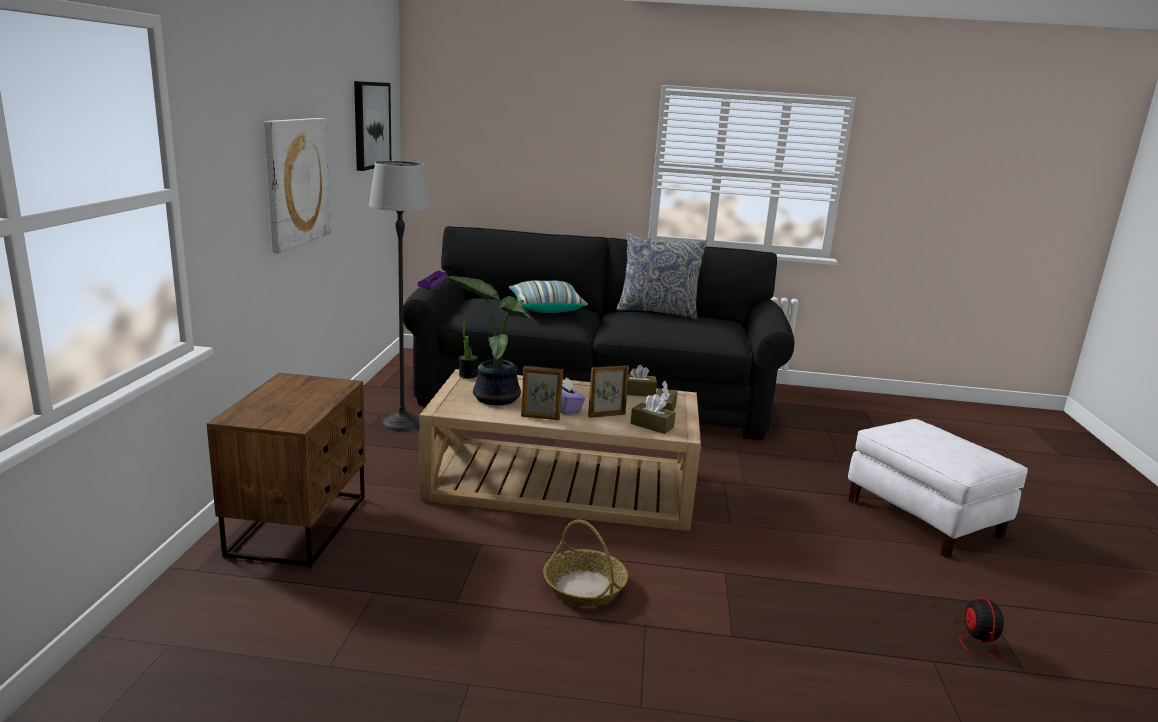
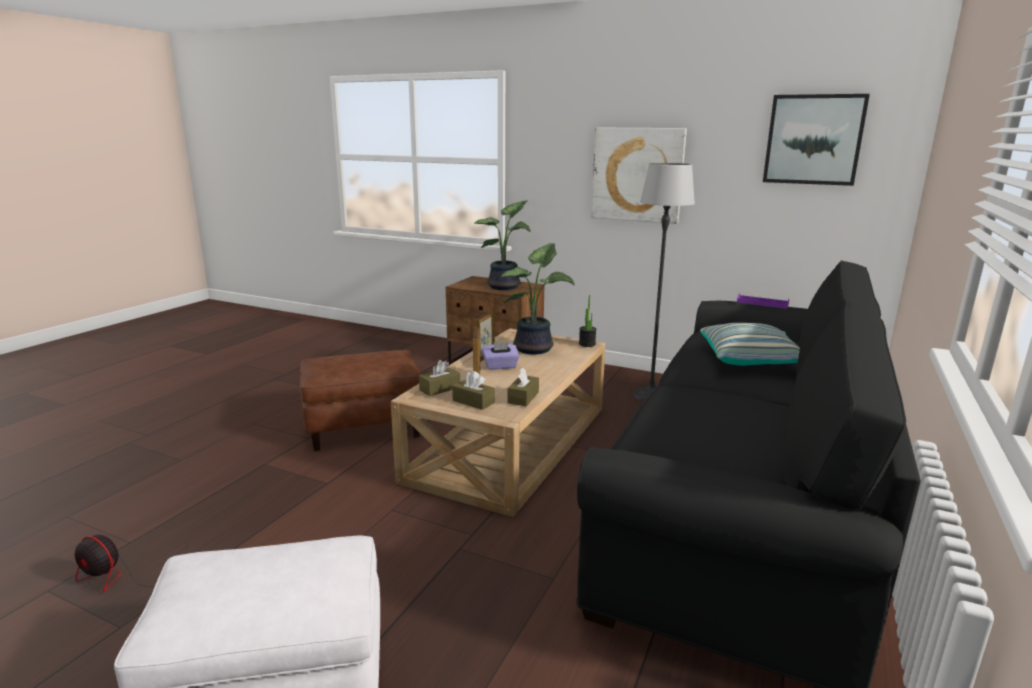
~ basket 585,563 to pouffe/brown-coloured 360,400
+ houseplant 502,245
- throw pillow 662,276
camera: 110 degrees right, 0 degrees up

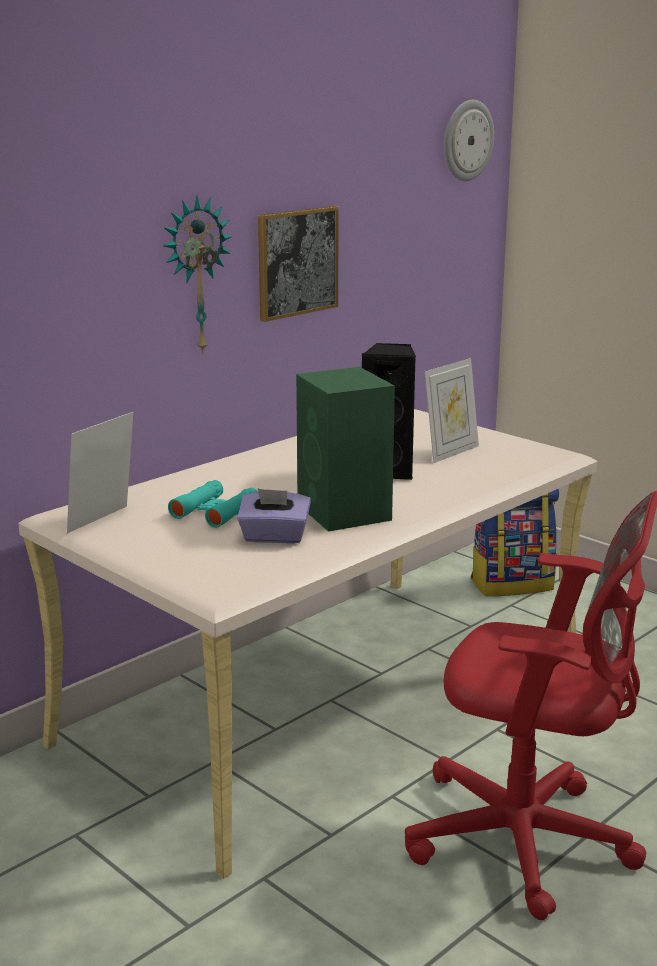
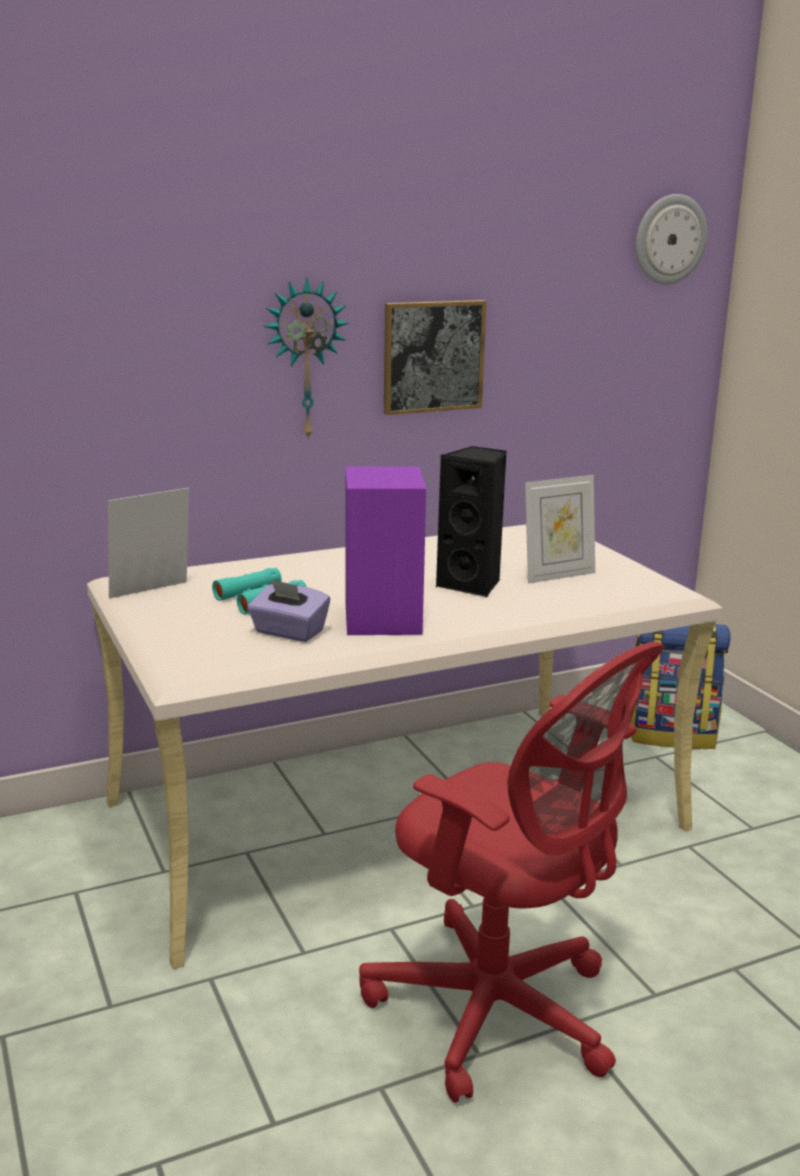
~ loudspeaker/green-coloured 345,449 to loudspeaker/purple 386,551
camera: 20 degrees right, 0 degrees up

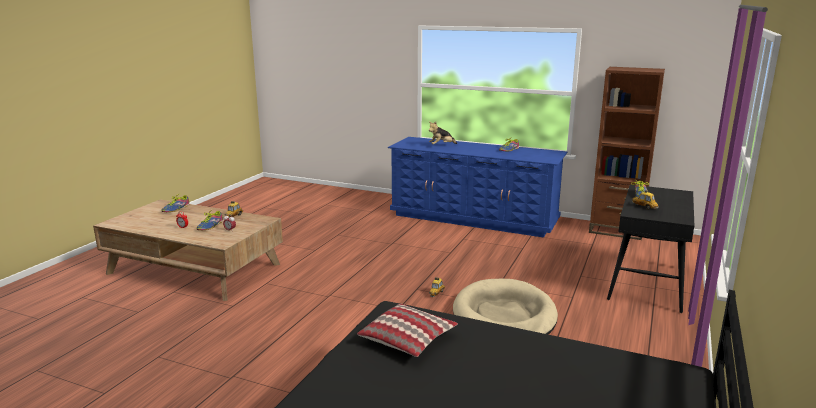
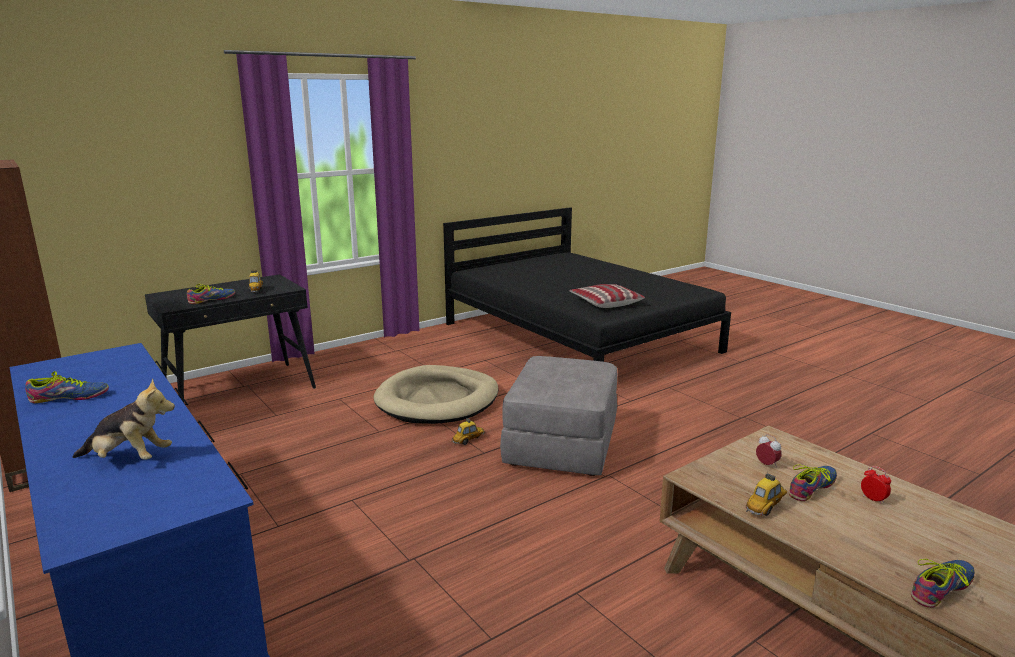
+ pouffe/grey 558,416
camera: 150 degrees left, 0 degrees up

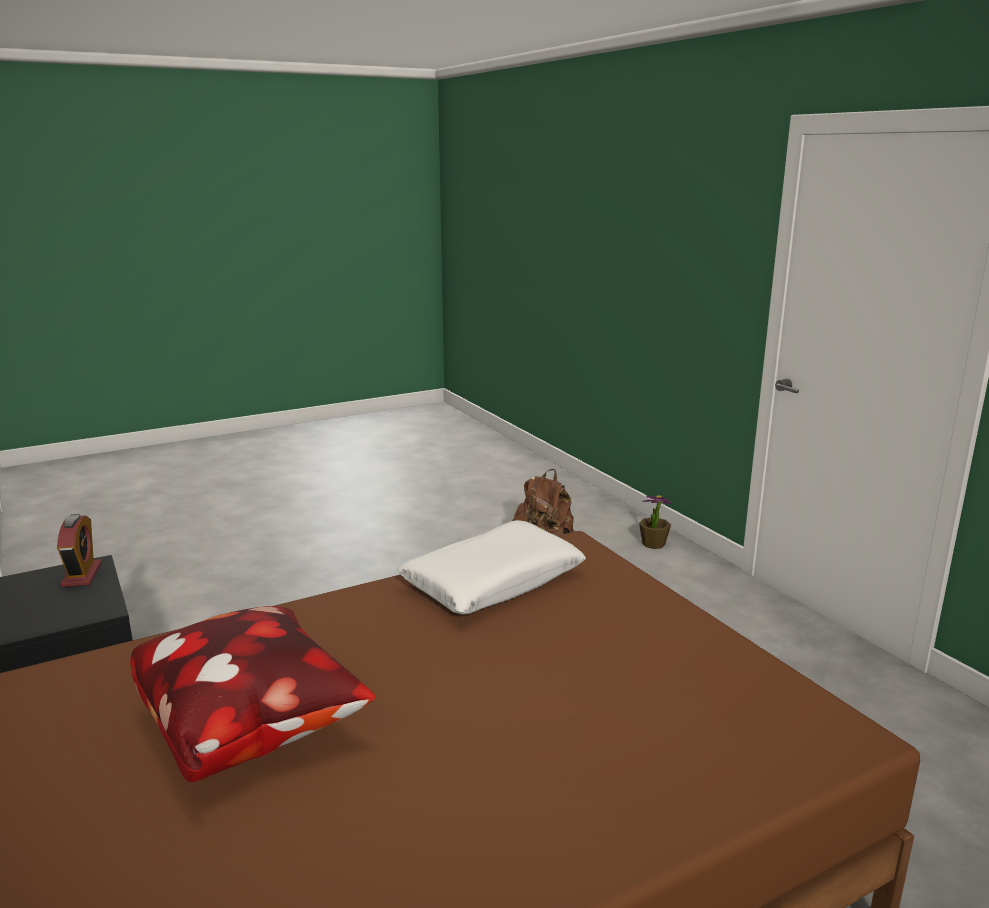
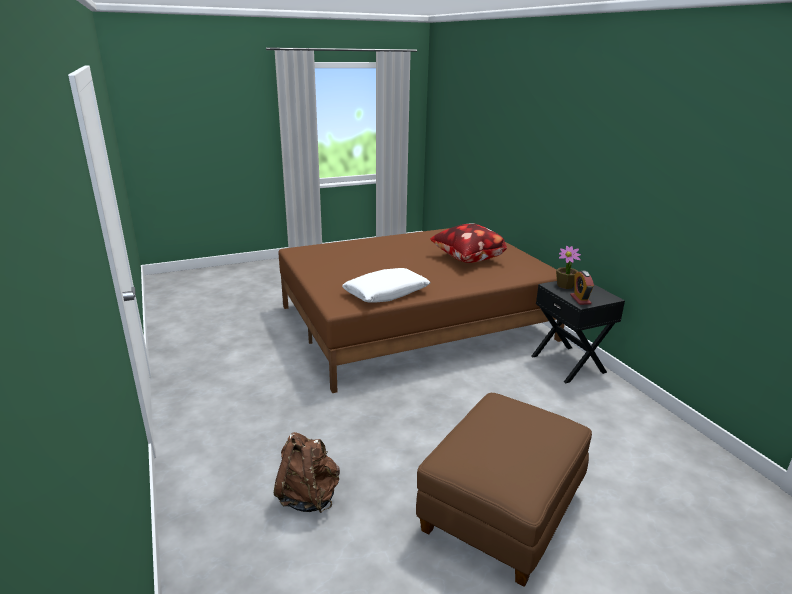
+ pouffe/brown-coloured 504,490
~ houseplant 656,522 to 568,267
camera: 175 degrees left, 5 degrees up

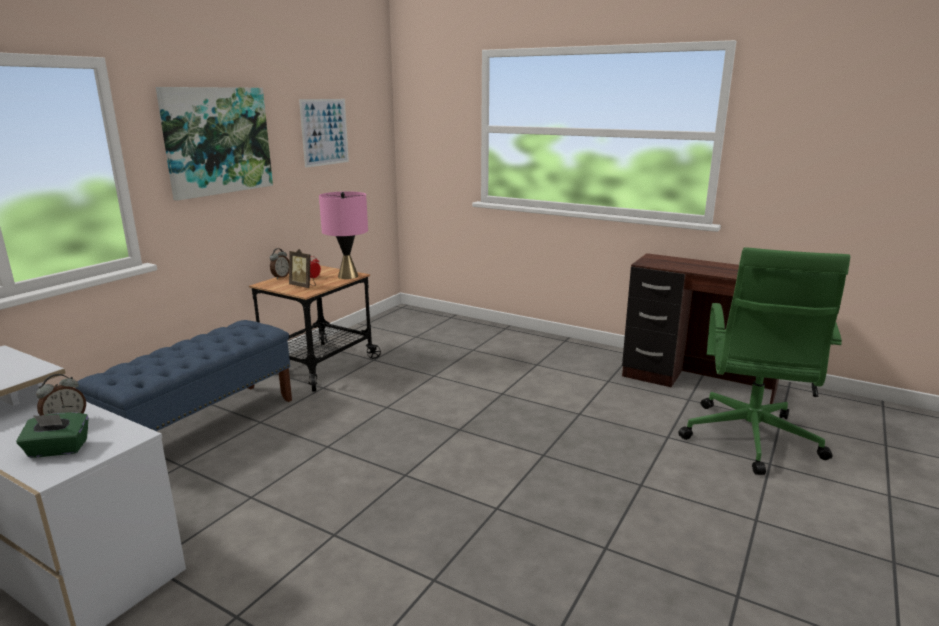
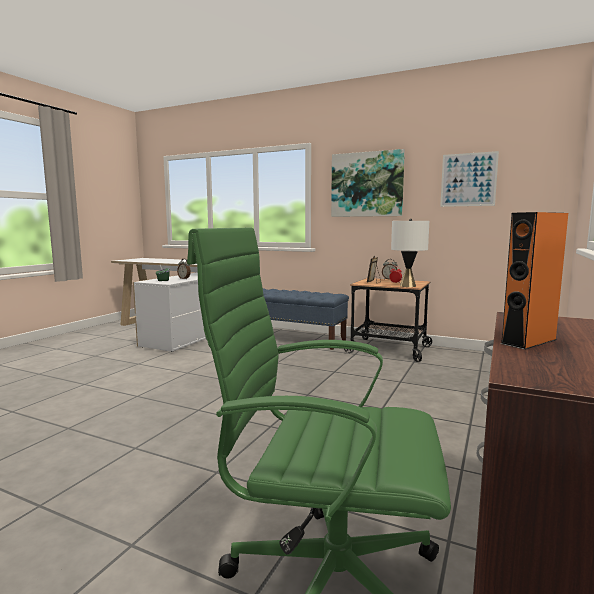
~ table lamp/pinkish 343,235 to table lamp/whitish 410,253
+ loudspeaker/orangey 534,281
camera: 85 degrees right, 10 degrees down

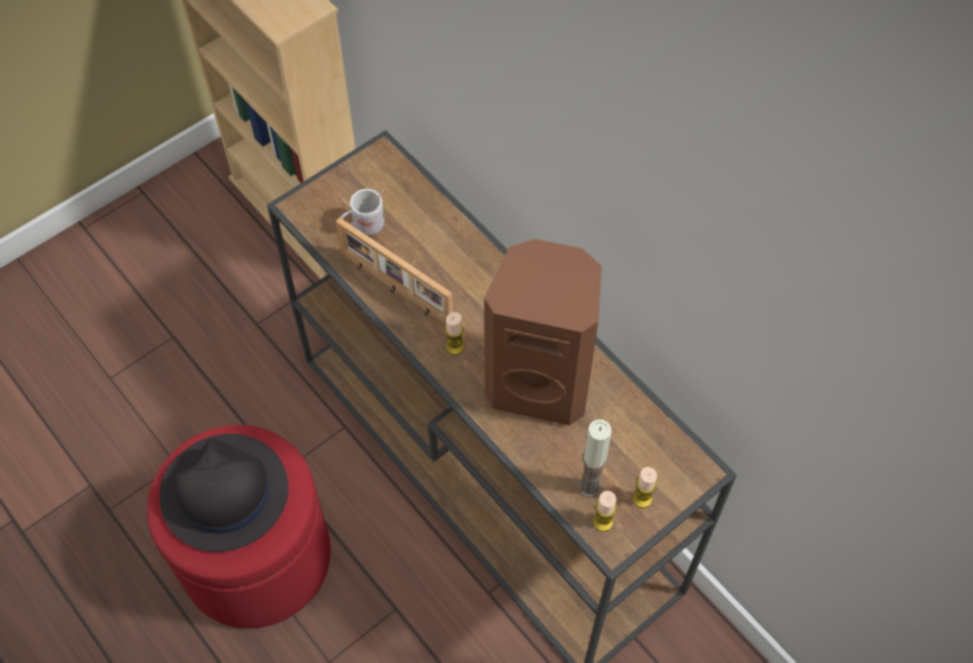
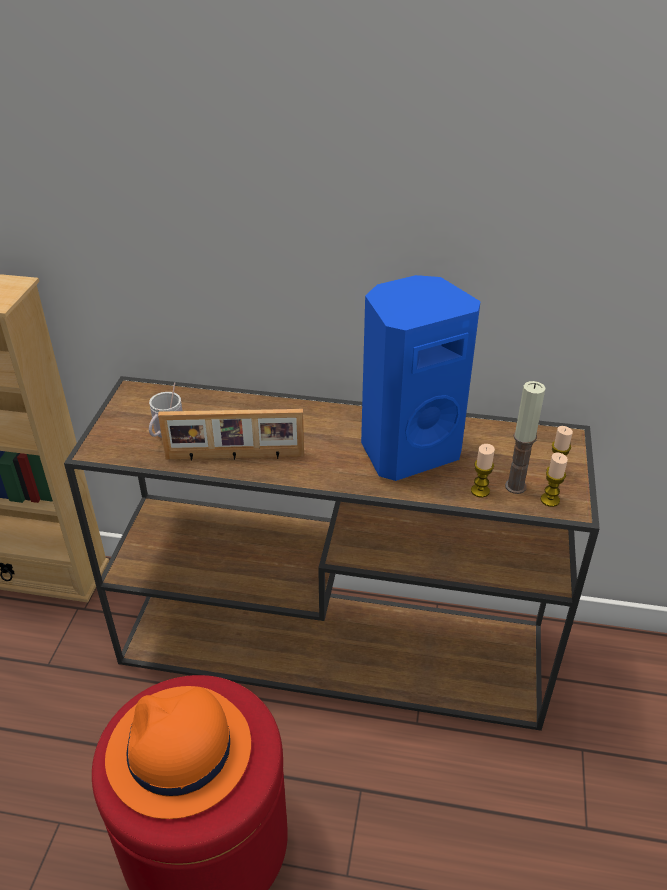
~ hat/black 224,493 to hat/orangey 178,752
~ loudspeaker/brown-coloured 543,332 to loudspeaker/bluish 421,378
~ candle 454,333 to 483,470
camera: 40 degrees left, 20 degrees down

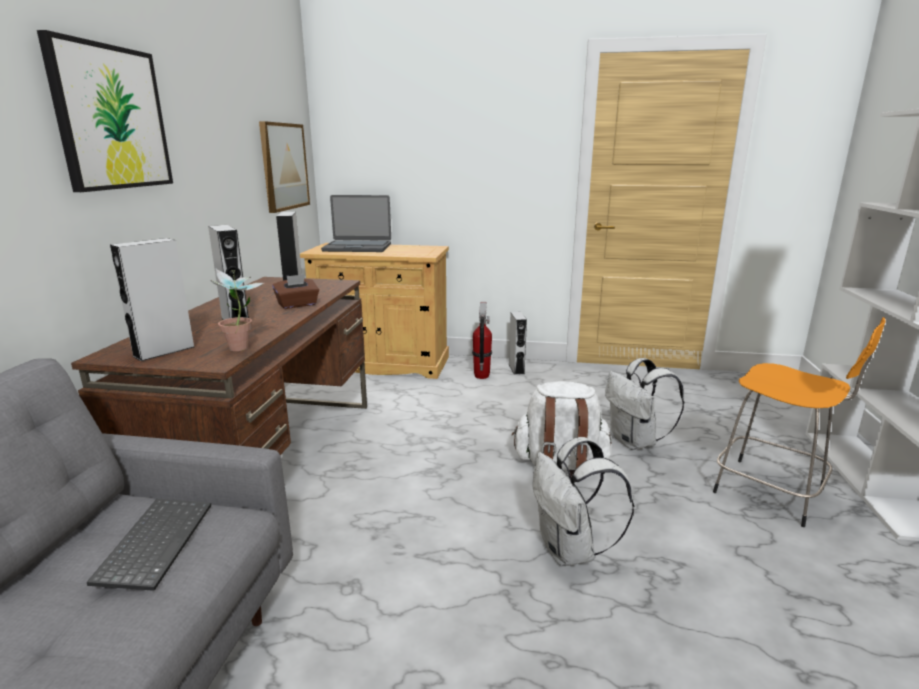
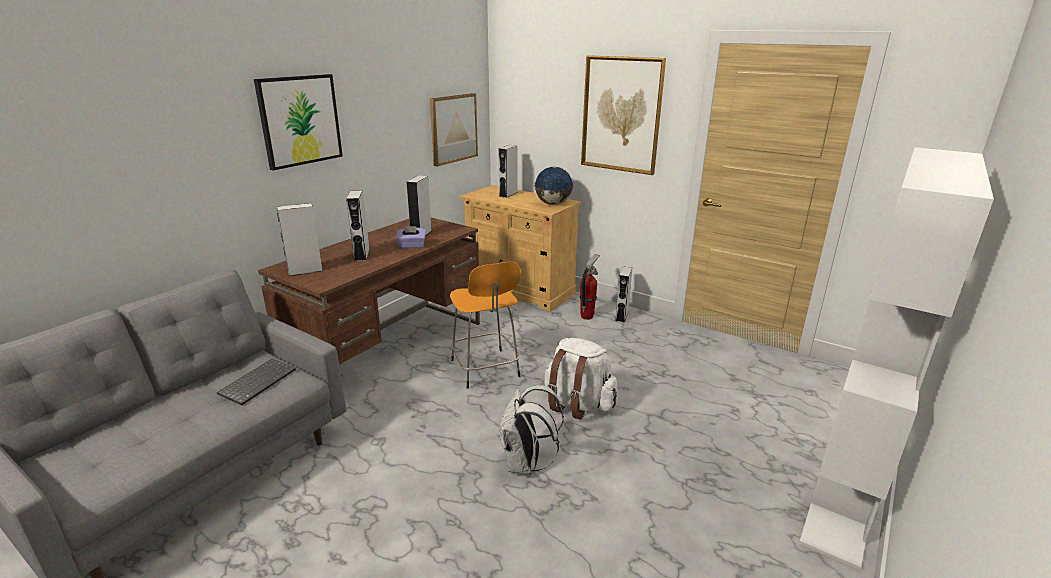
~ tissue box/brown-coloured 295,291 to tissue box/purple 411,237
~ stool/orangey 799,422 to 485,325
~ laptop 356,223 to loudspeaker/grey 508,171
+ desk globe 554,186
+ wall art 623,115
- houseplant 237,310
- rucksack/whitish 644,404
camera: 25 degrees right, 5 degrees up

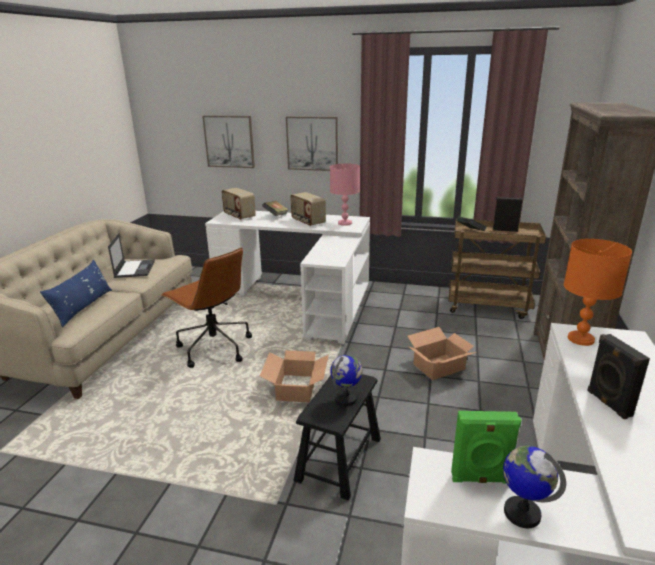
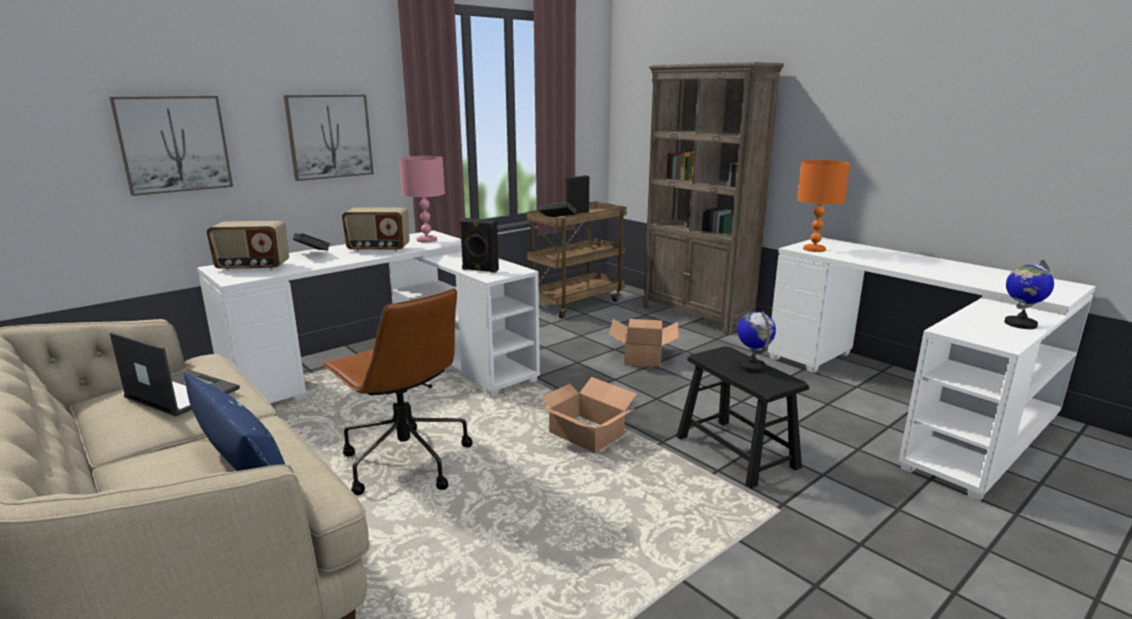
~ computer chair/brown-coloured 206,307 = 397,392 60 degrees clockwise
~ loudspeaker/black 618,376 to 479,245
- loudspeaker/green-coloured 486,447
camera: 55 degrees left, 5 degrees down

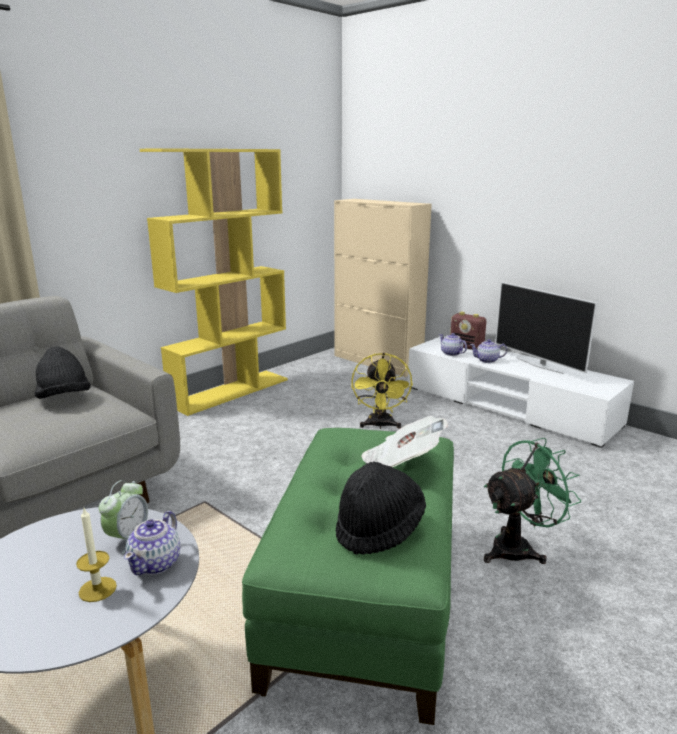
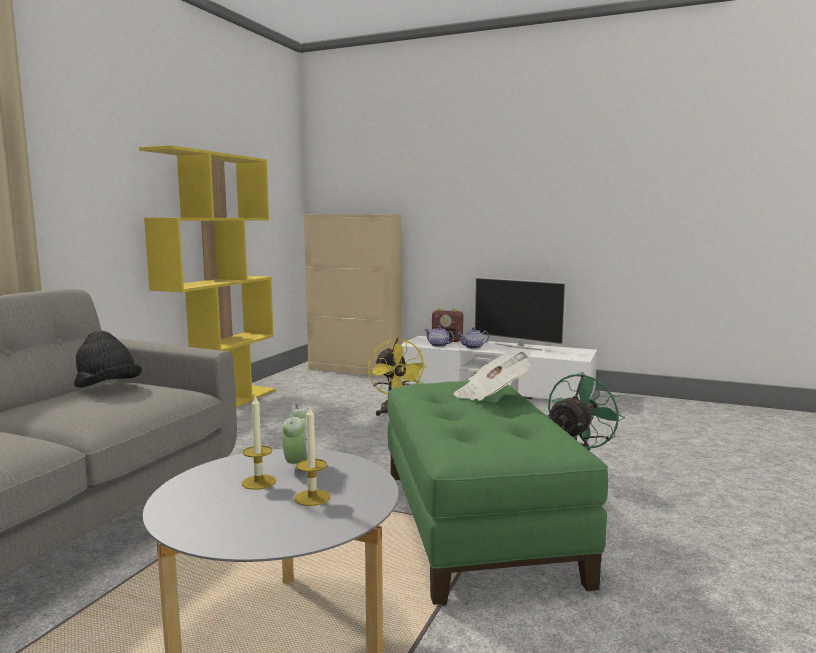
+ candle 259,443
- teapot 152,543
- hat/black 381,508
camera: 20 degrees left, 10 degrees down

